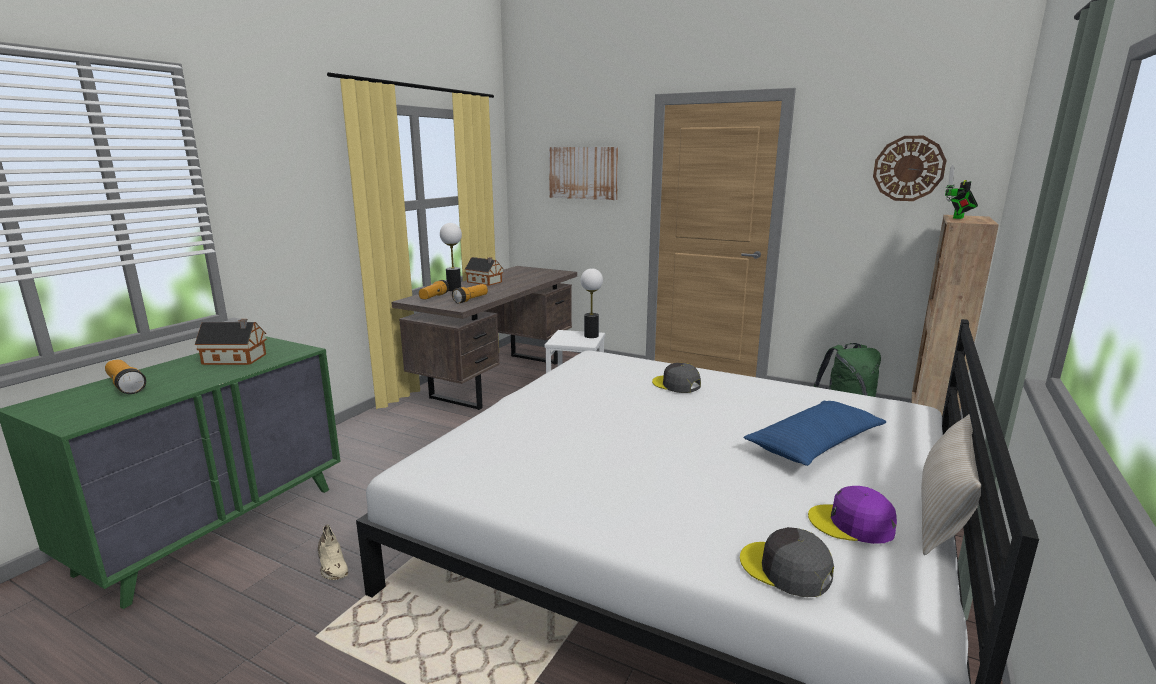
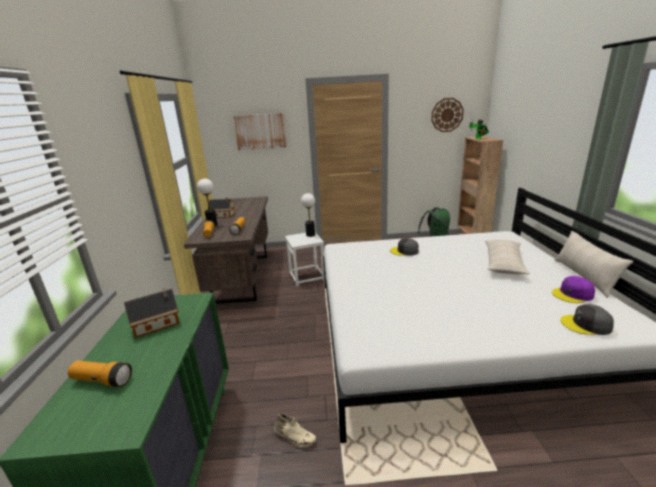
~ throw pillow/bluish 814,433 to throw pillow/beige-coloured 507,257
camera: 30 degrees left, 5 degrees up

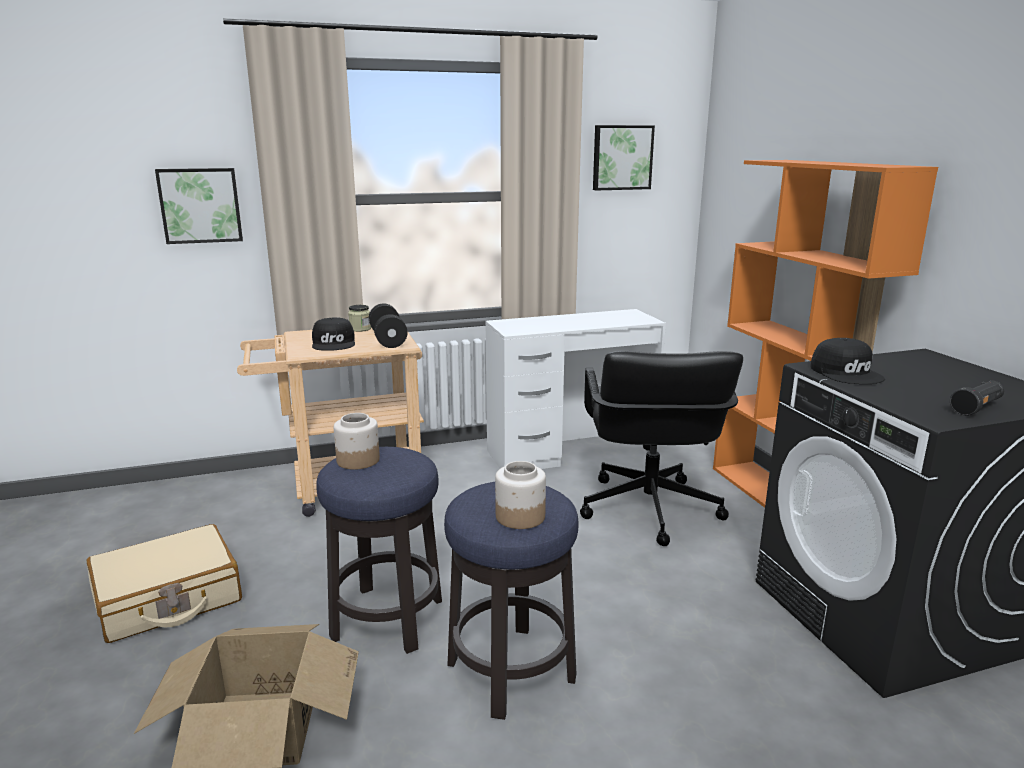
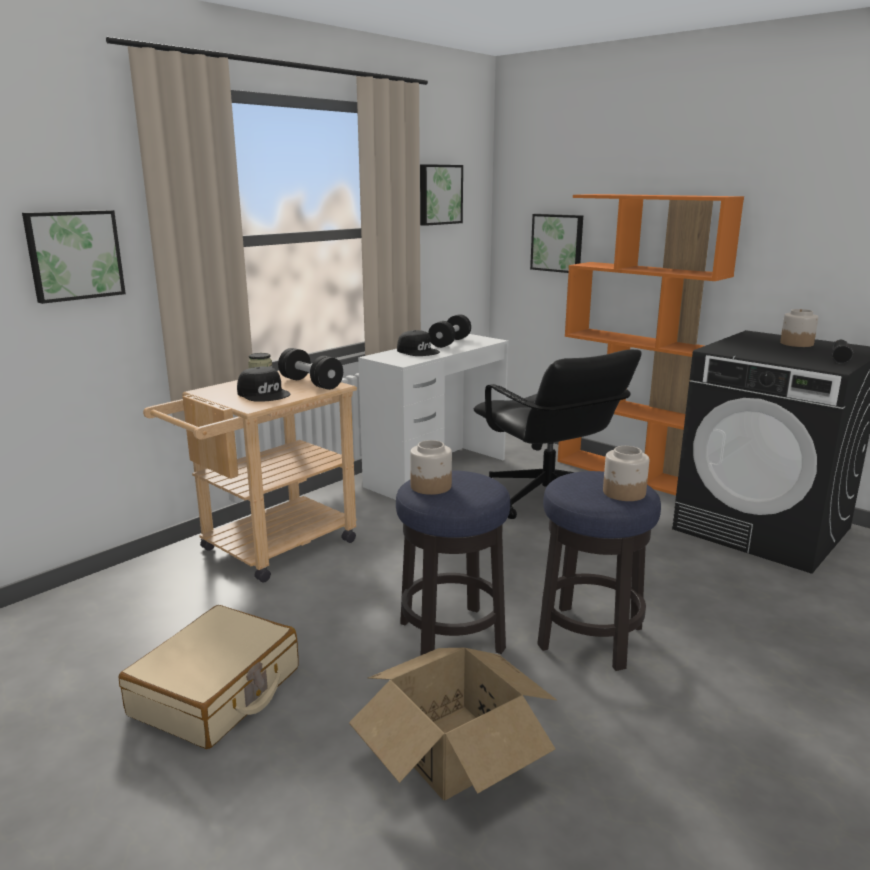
~ cap/black 847,361 to 418,343
+ dumbbell/black 449,331
+ wall art 556,243
+ jar 799,328
camera: 30 degrees left, 0 degrees up

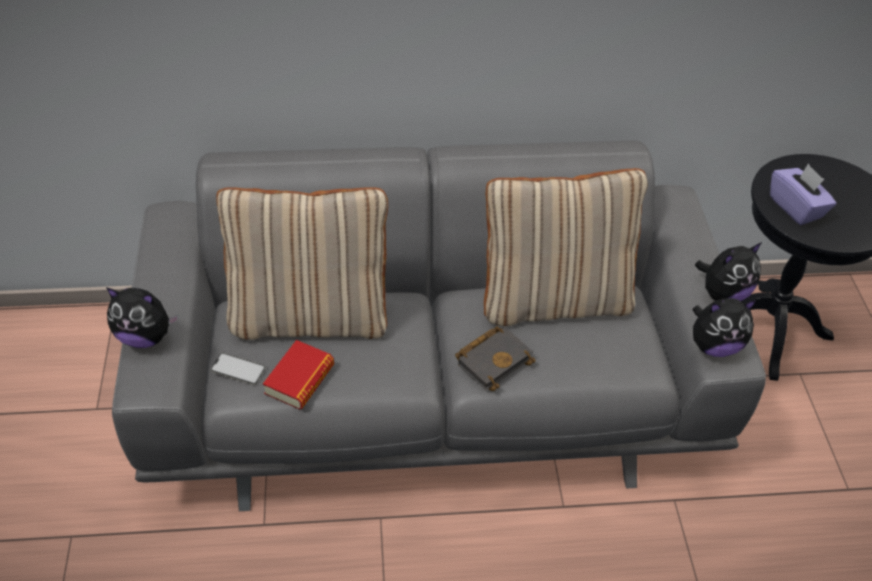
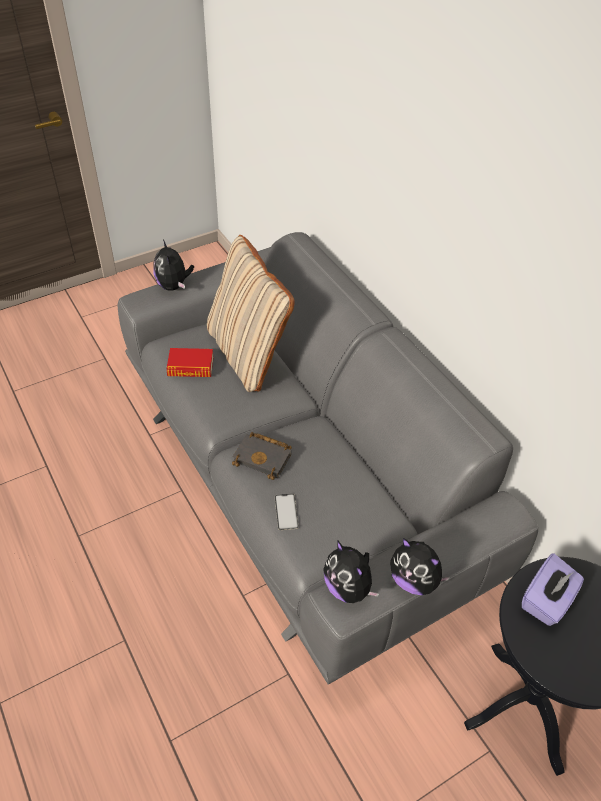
~ phone 238,369 to 287,512
- throw pillow/beige-coloured 566,247
camera: 65 degrees right, 0 degrees up

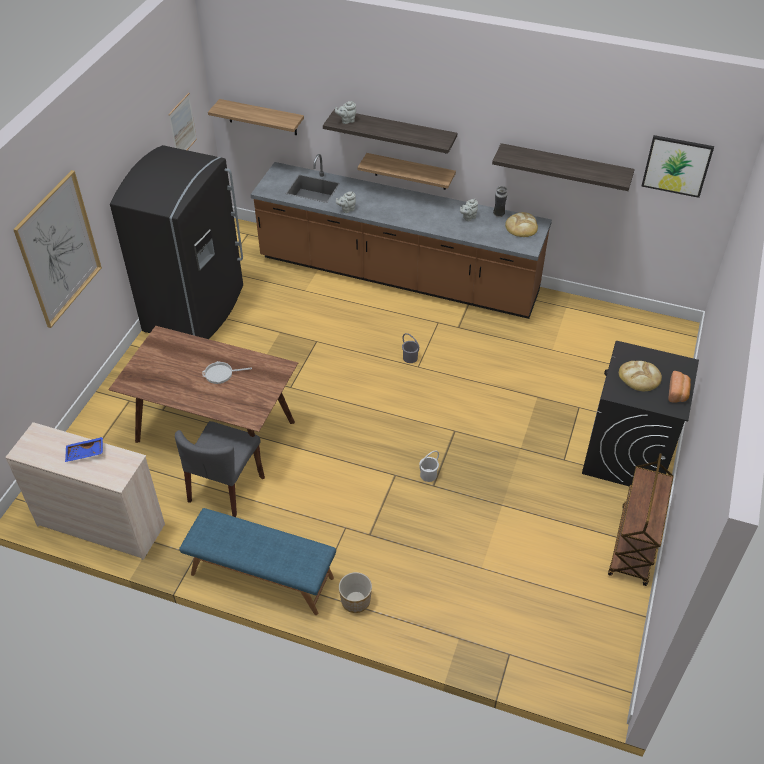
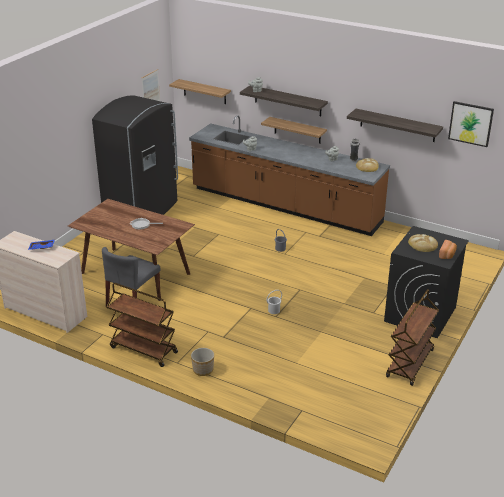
~ bench/bluish 257,561 to trolley/brown-coloured 142,325
- wall art 57,249
camera: 10 degrees right, 15 degrees down

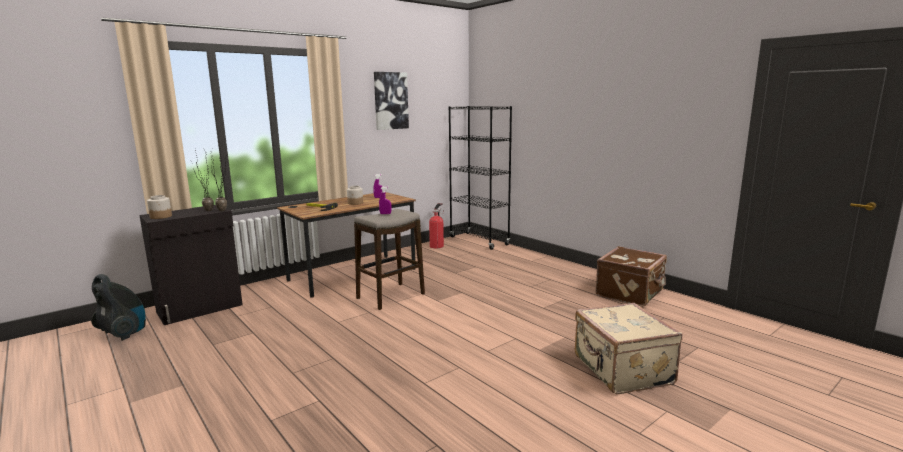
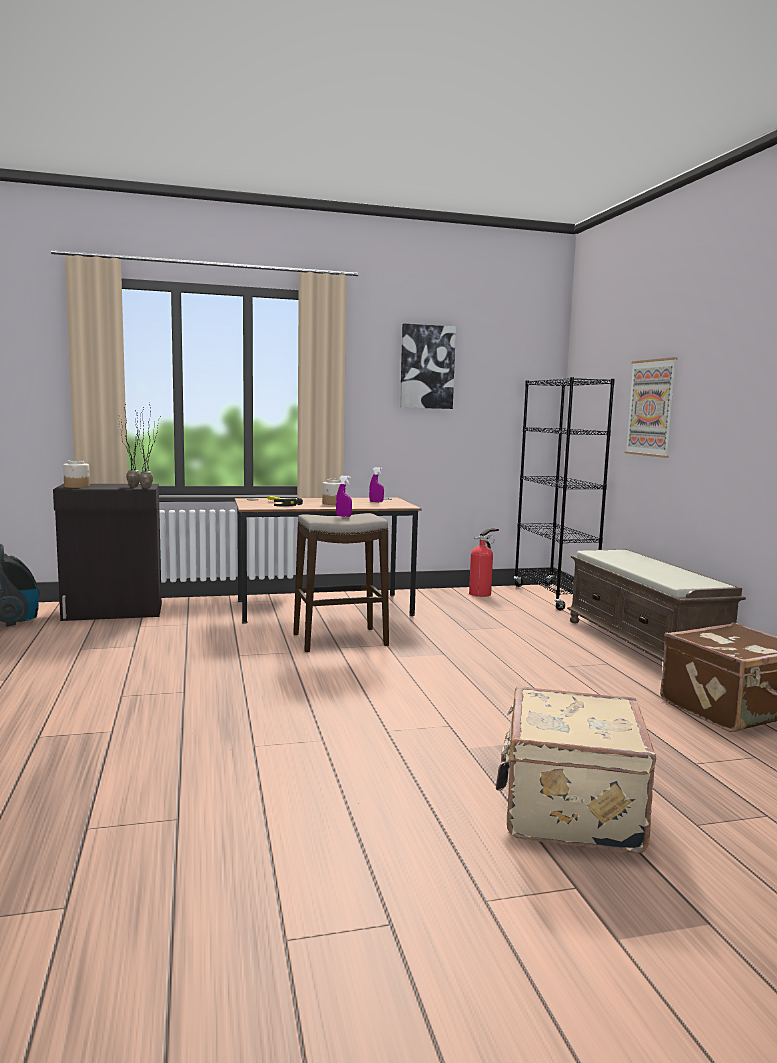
+ bench/brown-coloured 656,605
+ wall art 651,407
camera: 25 degrees right, 5 degrees down

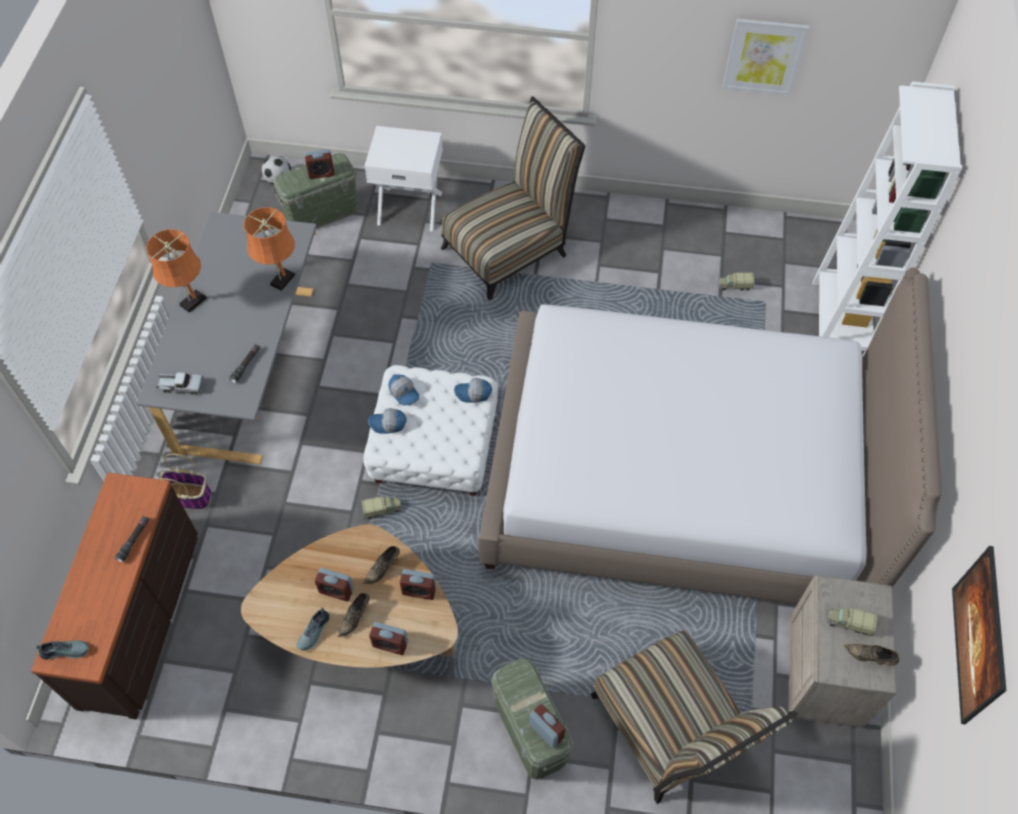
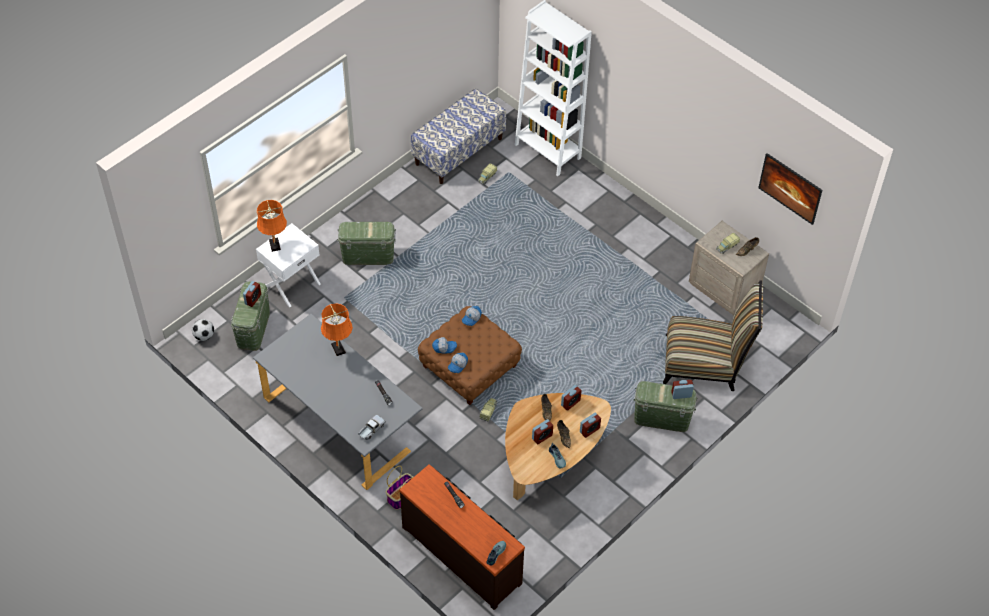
~ table lamp/orangey 176,271 to 272,226
~ chair 513,198 to storage box/green-coloured 366,243
+ bench 458,136
~ pouffe/whitish 430,430 to pouffe/brown-coloured 470,355
- bedroom bed 710,436
- wall art 765,57
camera: 55 degrees left, 5 degrees down

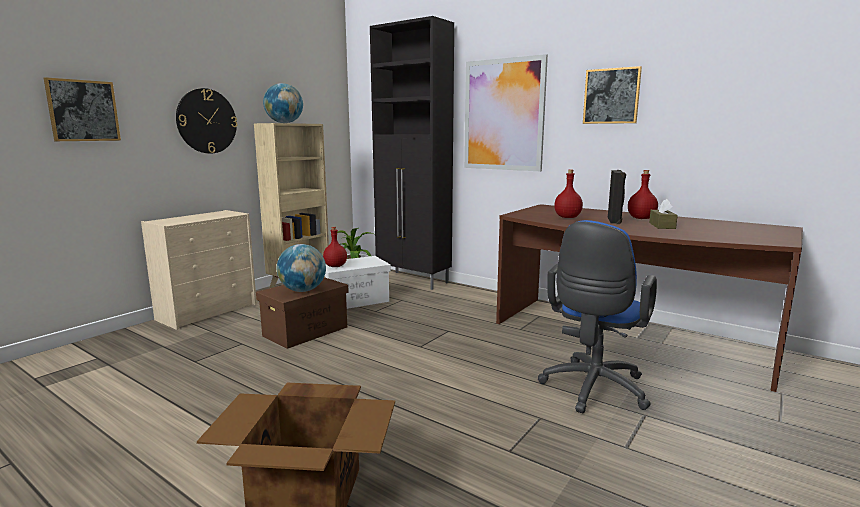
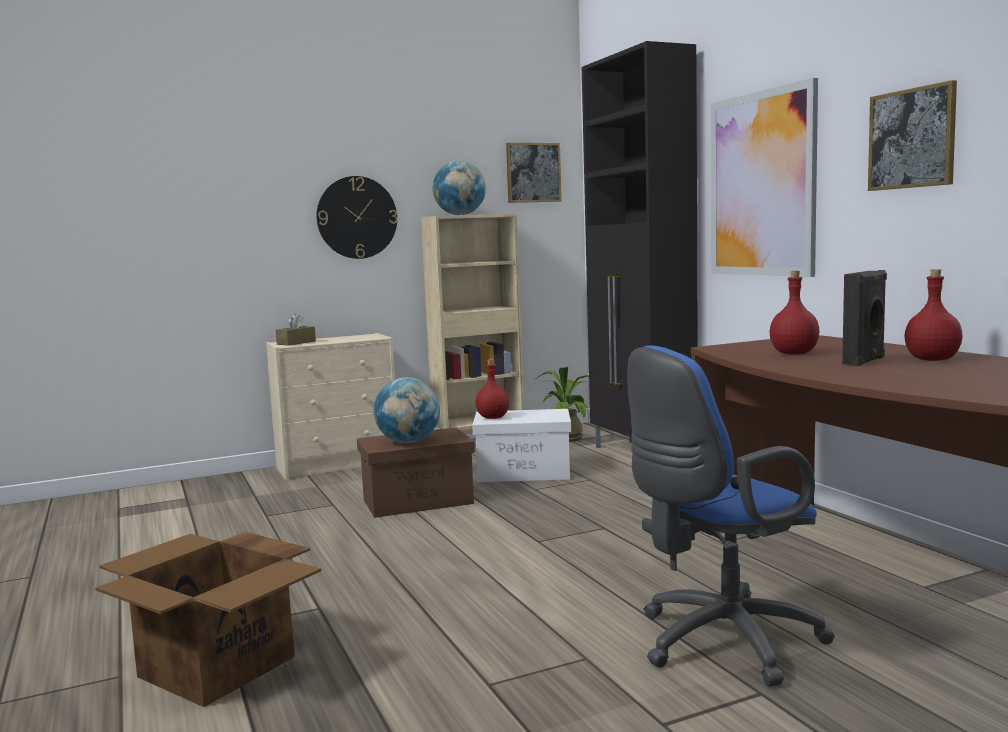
~ tissue box/brown-coloured 663,214 to 296,329
~ wall art 82,109 to 534,173
camera: 30 degrees right, 5 degrees down

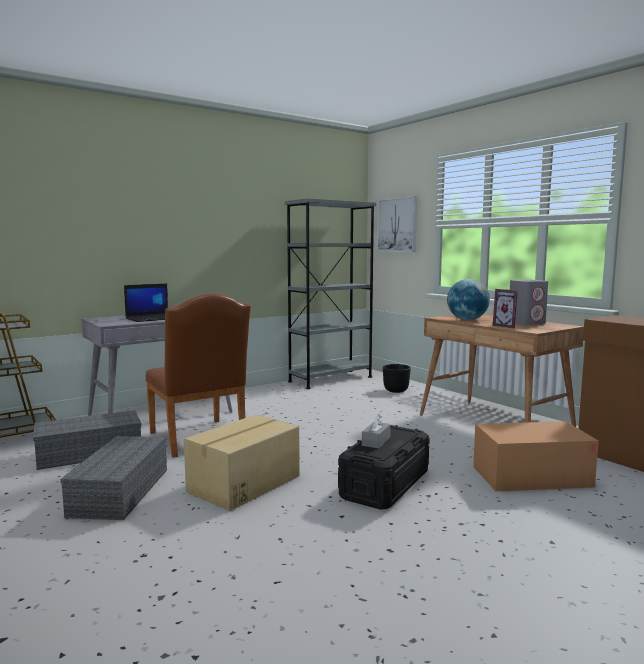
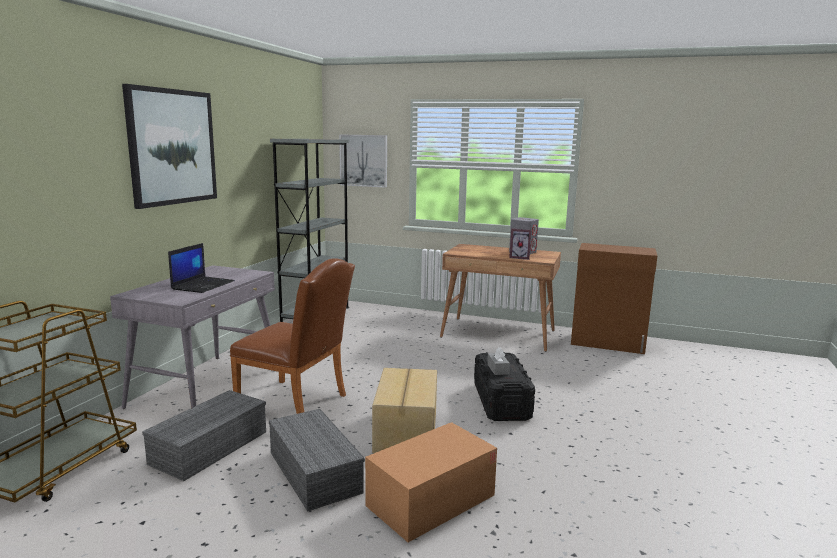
+ wall art 169,146
~ packing box 536,456 to 431,482
- flower pot/black 397,378
- desk globe 468,299
camera: 35 degrees left, 5 degrees up

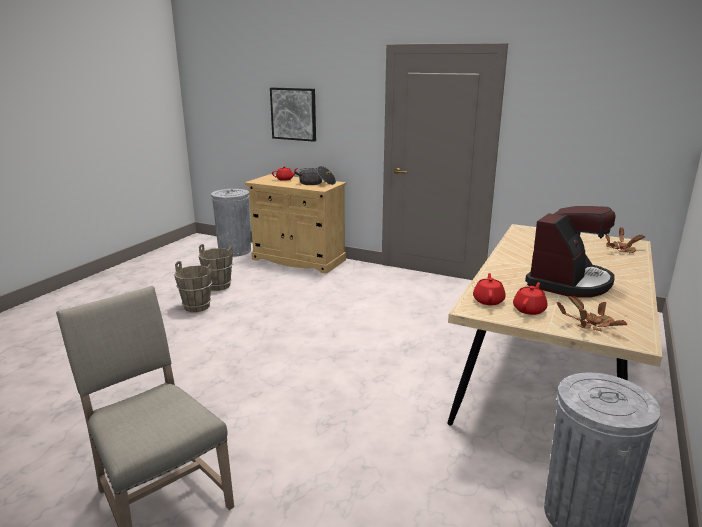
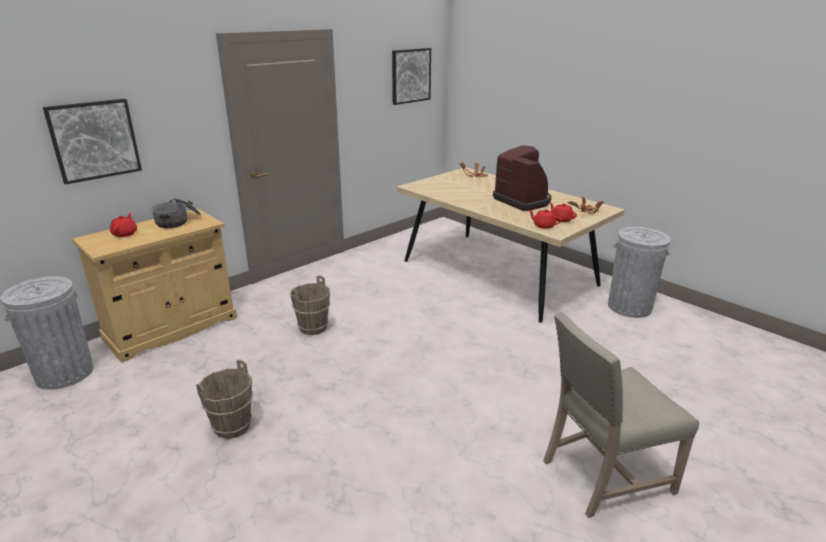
~ bucket/brown-coloured 215,267 to 310,305
+ wall art 411,76
camera: 70 degrees left, 5 degrees up

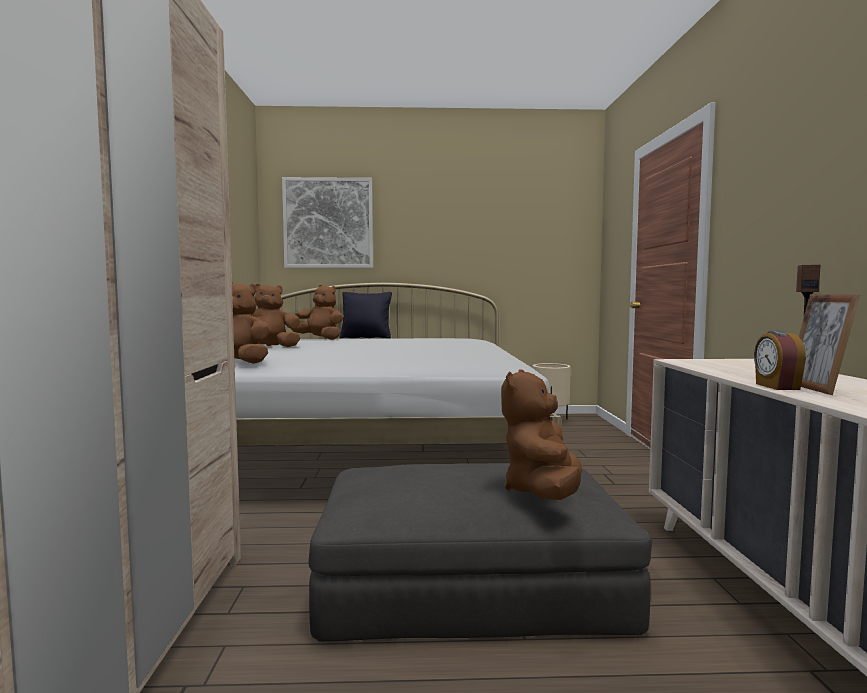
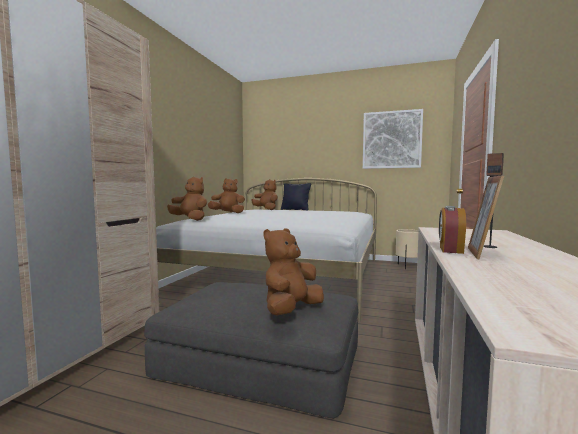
~ wall art 327,222 to 393,139
camera: 20 degrees right, 0 degrees up

